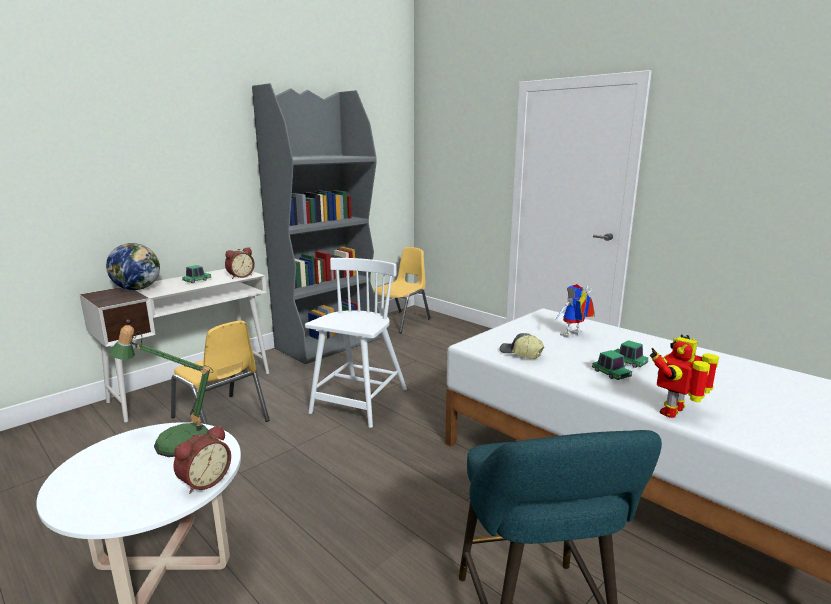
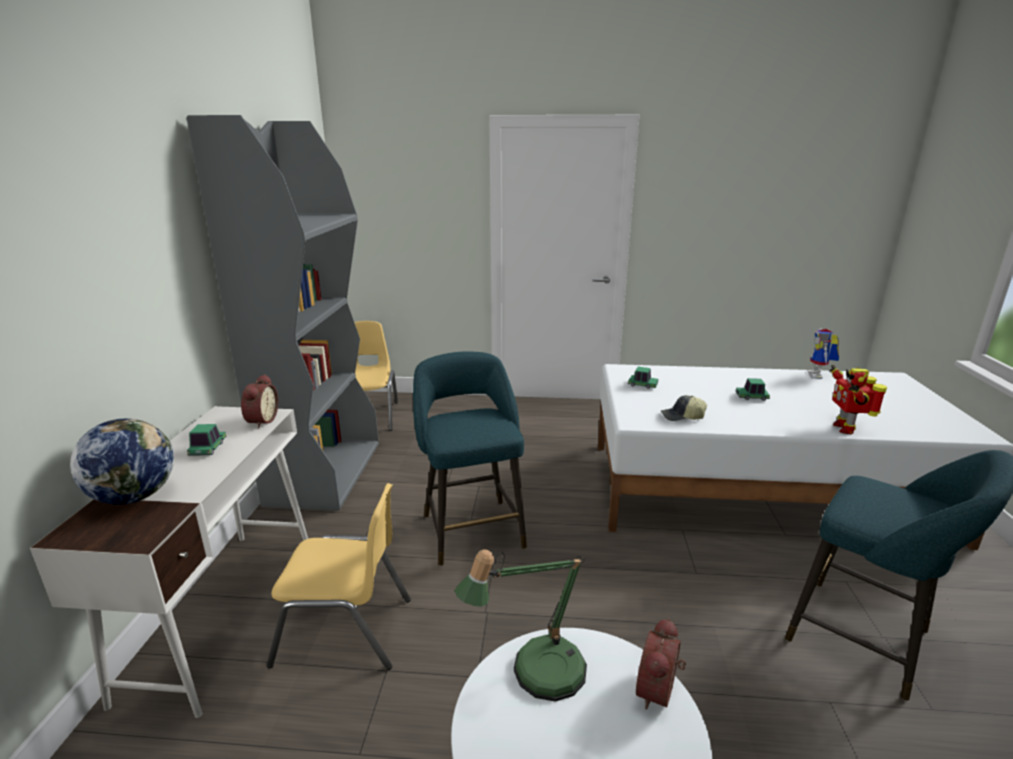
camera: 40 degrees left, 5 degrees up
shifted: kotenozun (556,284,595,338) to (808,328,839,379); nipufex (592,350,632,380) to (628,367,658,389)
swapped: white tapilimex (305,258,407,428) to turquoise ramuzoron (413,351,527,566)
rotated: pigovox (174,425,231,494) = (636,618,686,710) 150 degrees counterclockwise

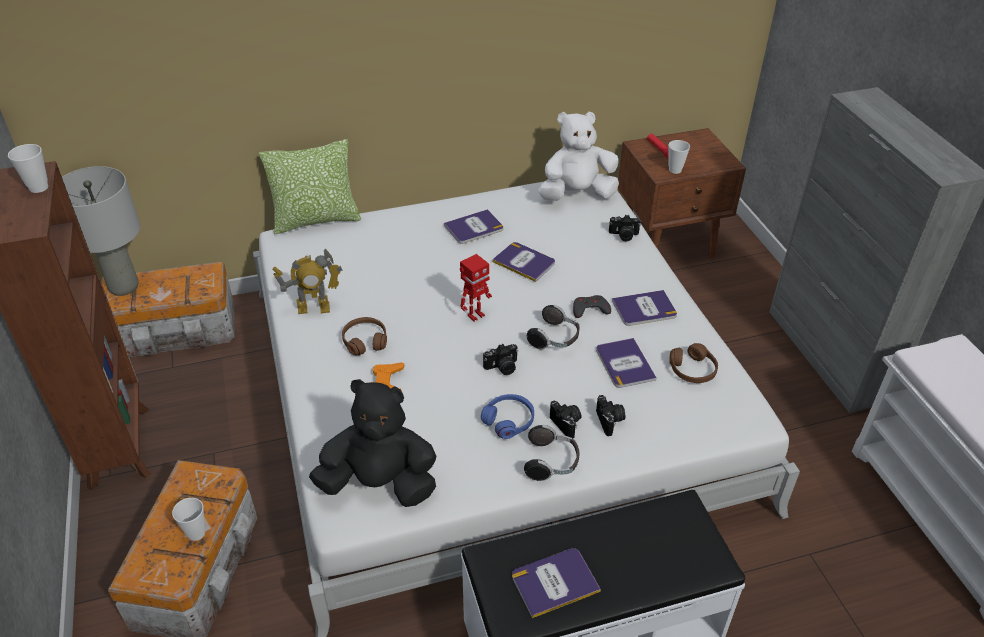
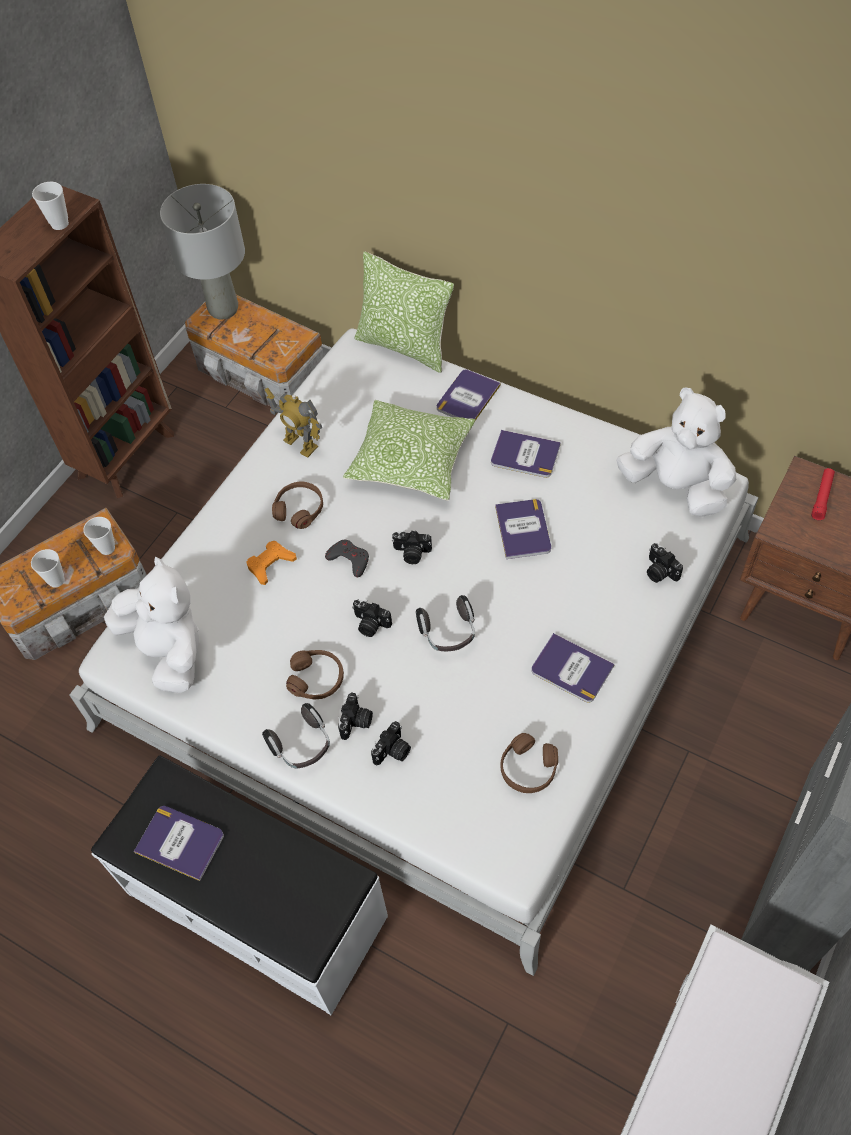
camera: 50 degrees right, 15 degrees up
new: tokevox (343,400,475,501)
shifted: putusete (668,140,690,174) to (83,517,115,555); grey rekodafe (573,295,611,318) to (325,540,369,577); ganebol (596,338,657,388) to (437,369,501,421)
swapped: kotenozun (460,254,492,322) to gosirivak (392,530,432,564)
repainted: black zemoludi (309,379,436,507) to white zemoludi (104,556,199,693); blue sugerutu (481,394,534,439) to brown sugerutu (286,650,344,700)

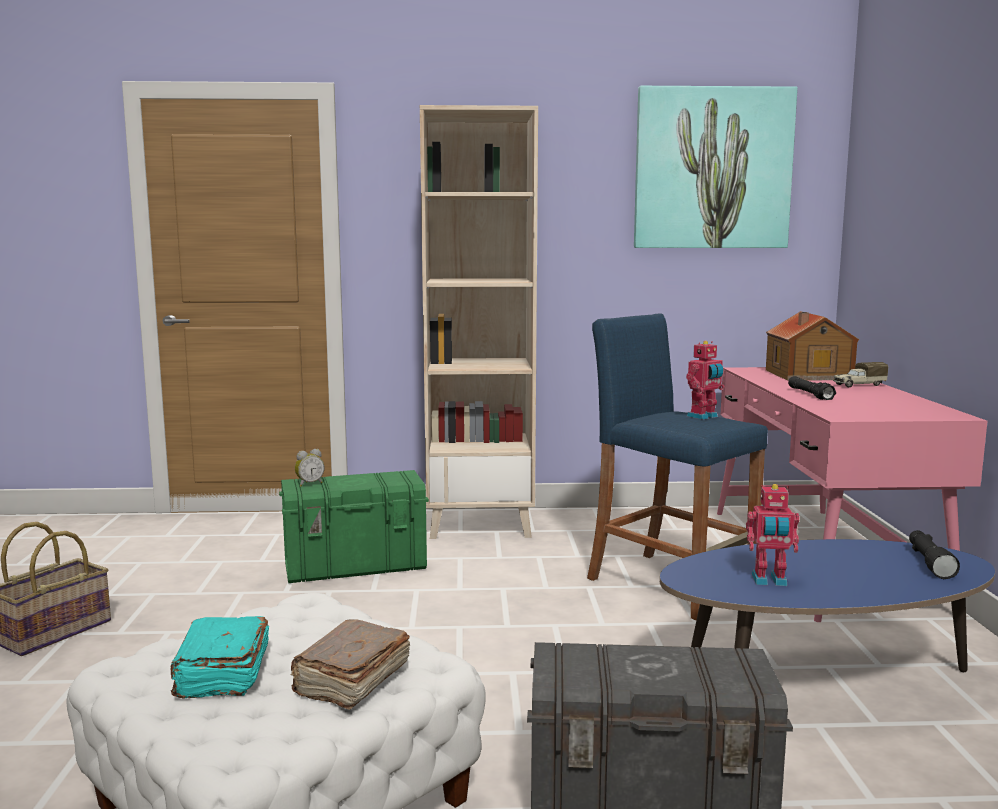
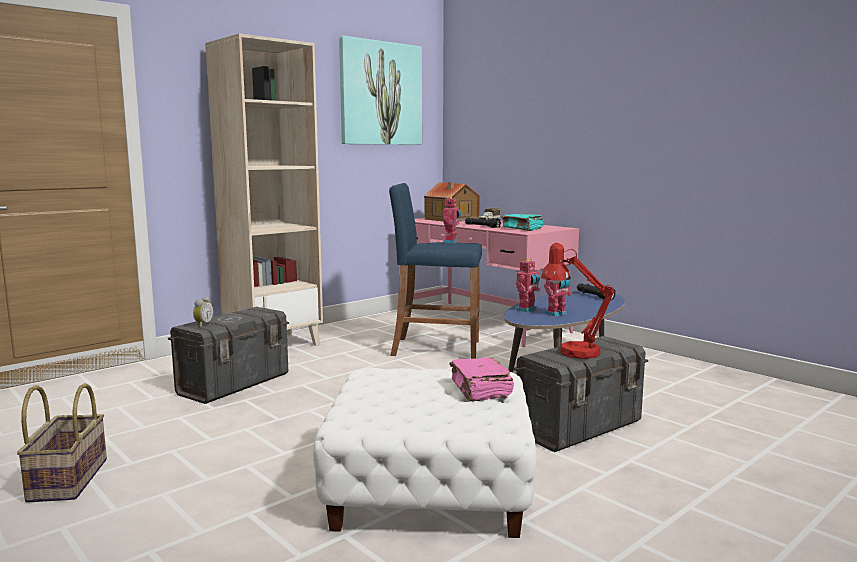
camera: 40 degrees left, 0 degrees up
new: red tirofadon (541,243,615,359); kotenozun (516,259,540,312)
shifted: turquoise ganebol (171,616,269,699) to (501,214,544,231)
repainted: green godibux (279,470,429,583) to grey godibux (168,307,289,404); brown ganebol (291,619,411,710) to pink ganebol (450,357,514,401)

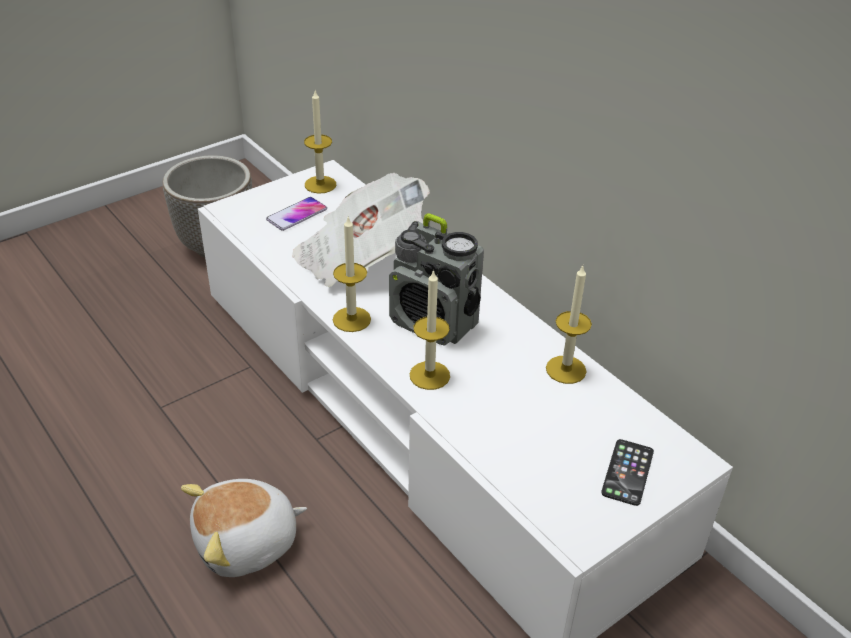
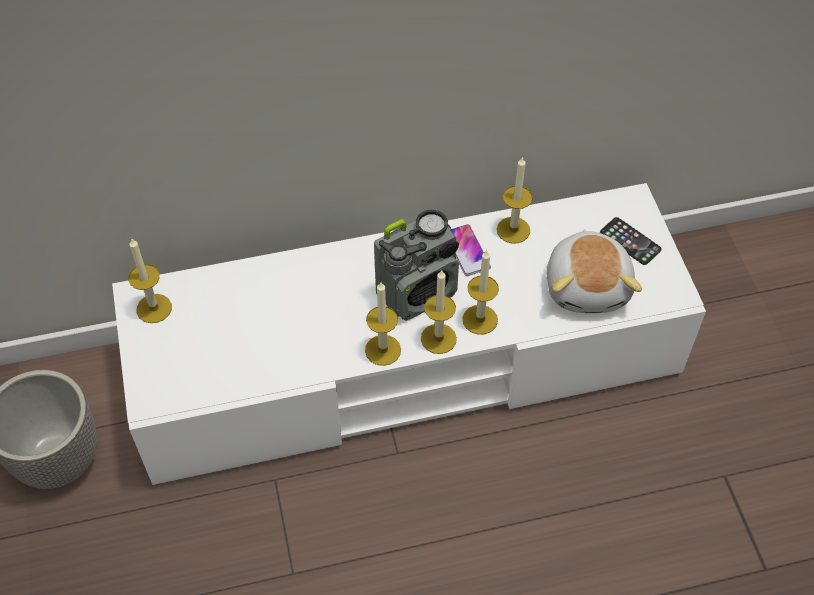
camera: 65 degrees left, 15 degrees up
gone: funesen (292,173,430,287)
new: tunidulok (421,269,457,354)
shifted: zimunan (266,197,327,231) to (451,224,491,276); zemoludi (181,479,307,577) to (547,230,642,313)

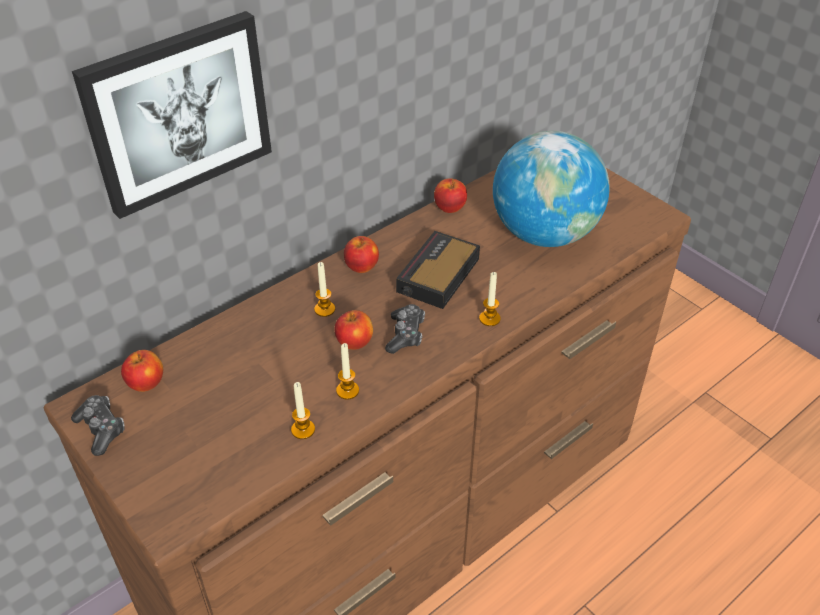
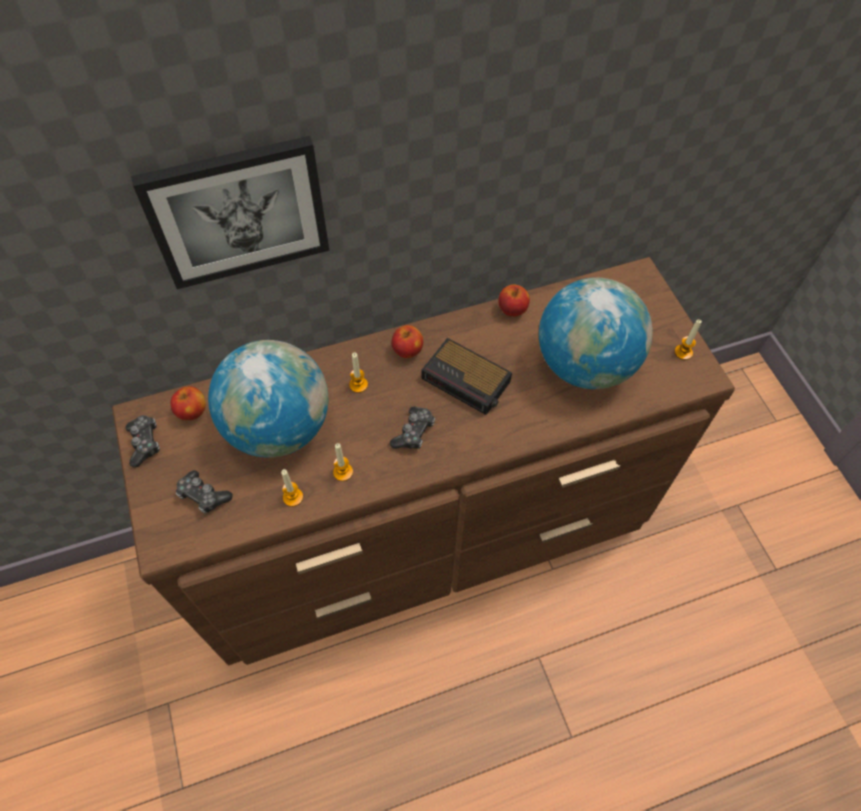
camera: 20 degrees right, 15 degrees up
gone: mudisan (335,310,373,350)
new: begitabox (208,340,328,458); rekodafe (175,470,233,513)
shifted: tunidulok (479,272,501,326) to (674,320,702,360)
rotated: pigovox (396,231,480,309) = (422,338,512,415) 105 degrees counterclockwise

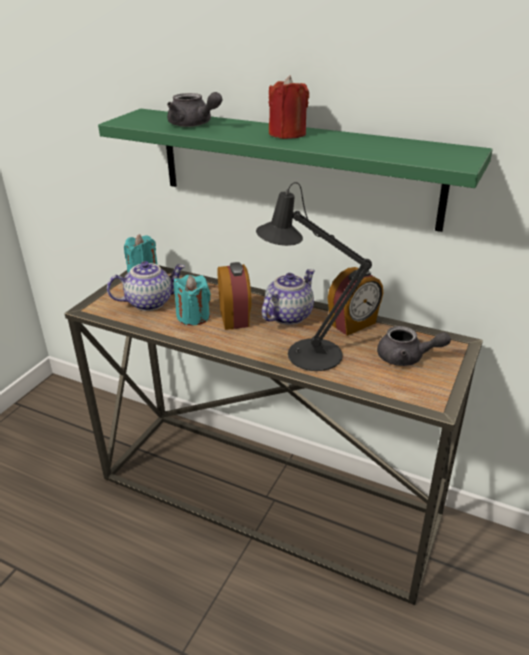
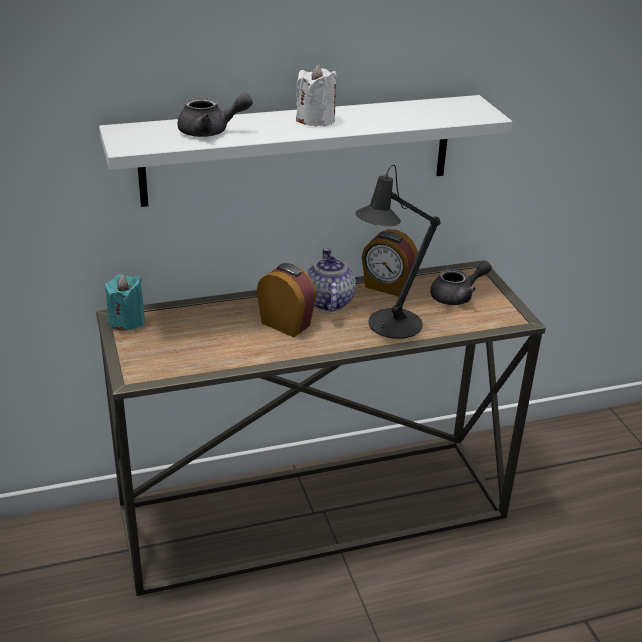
camera: 45 degrees left, 0 degrees up
gone: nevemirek (107,261,185,311); turquoise tunidulok (174,275,211,325)
repainted: red tunidulok (268,75,309,139) to white tunidulok (296,64,337,127); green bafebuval (98,109,493,232) to white bafebuval (99,95,512,207)
rotated: pigovox (328,267,383,336) = (362,229,418,297) 105 degrees clockwise

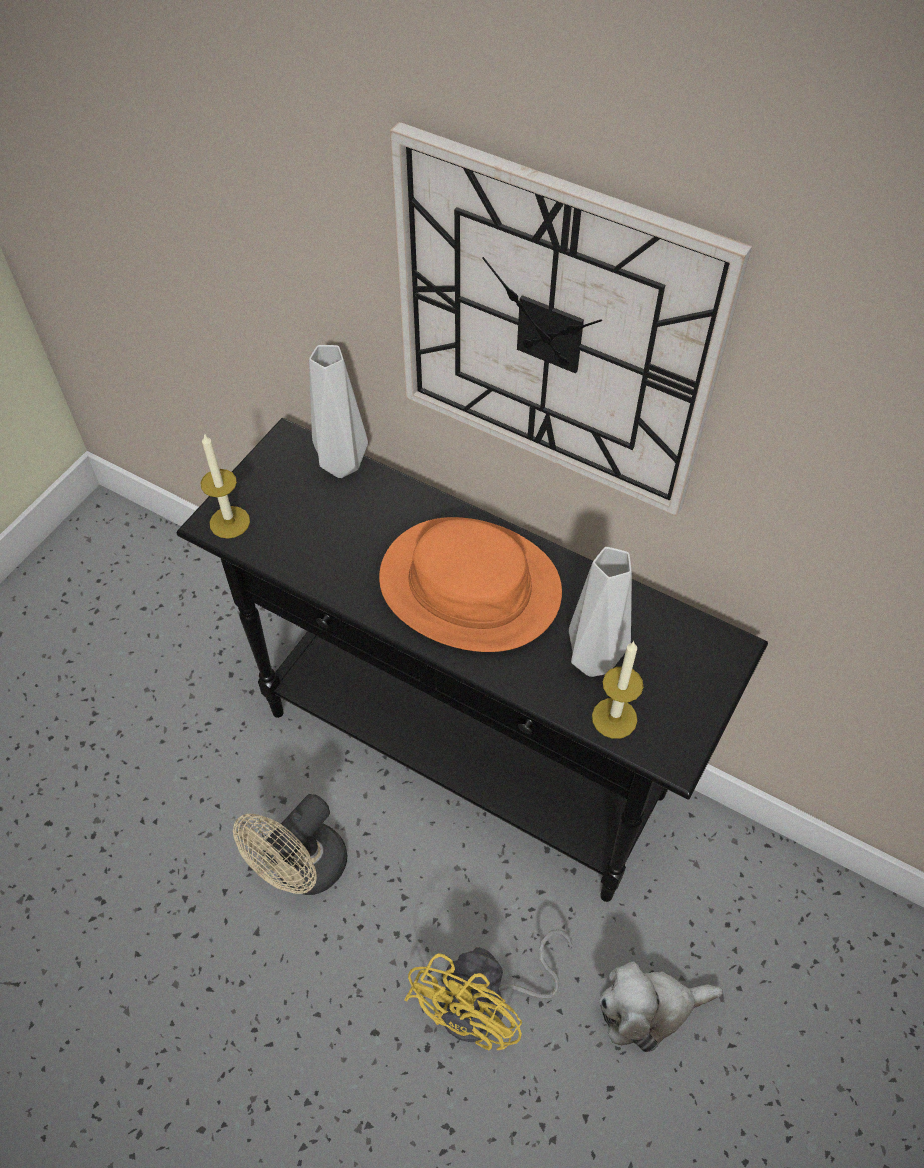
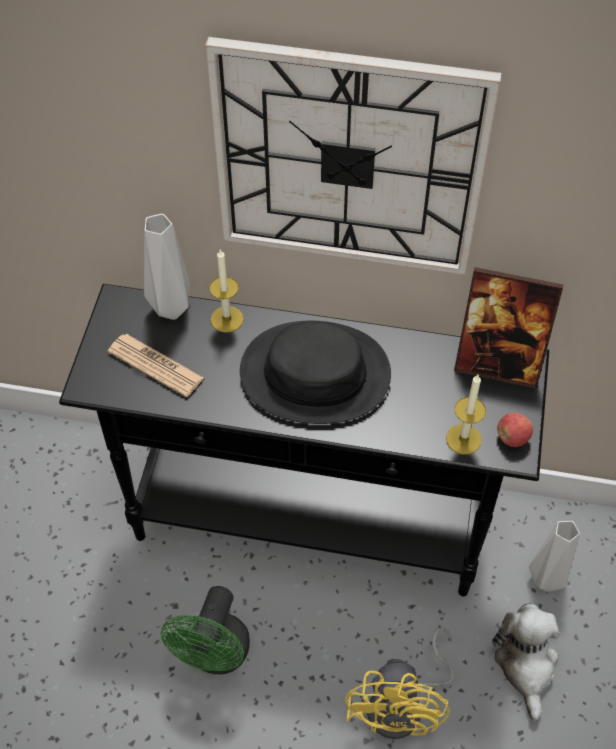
camera: 20 degrees left, 0 degrees up
new: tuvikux (454,267,563,389); funesen (108,334,204,397); mudisan (497,413,533,447)
shifted: tunidulok (201,433,250,539) to (209,249,244,333); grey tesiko (569,547,632,677) to (529,521,580,592)
repainted: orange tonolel (379,517,562,652) to black tonolel (240,321,391,424); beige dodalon (233,794,347,895) to green dodalon (161,586,250,674)
rotated: zemoludi (599,962,723,1052) = (492,603,560,721) 120 degrees clockwise

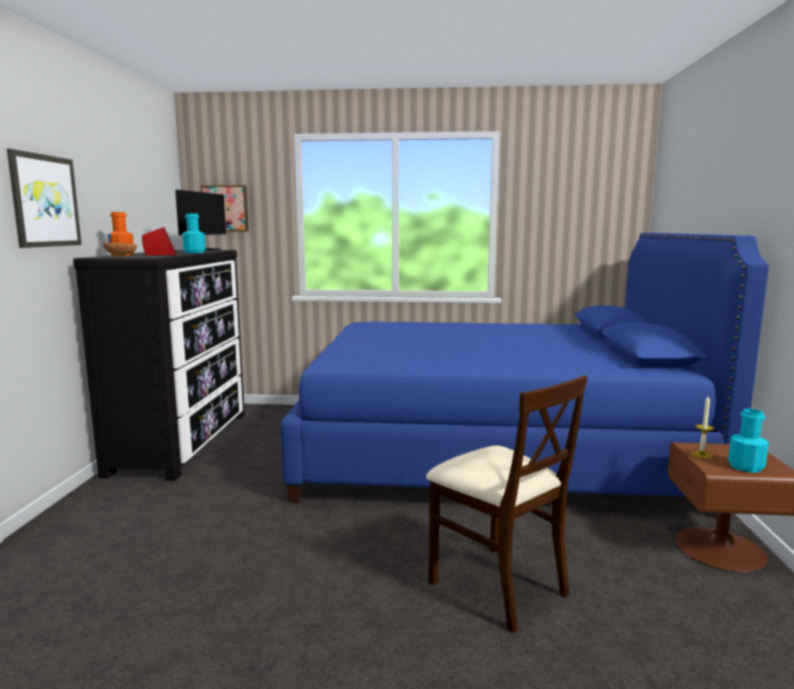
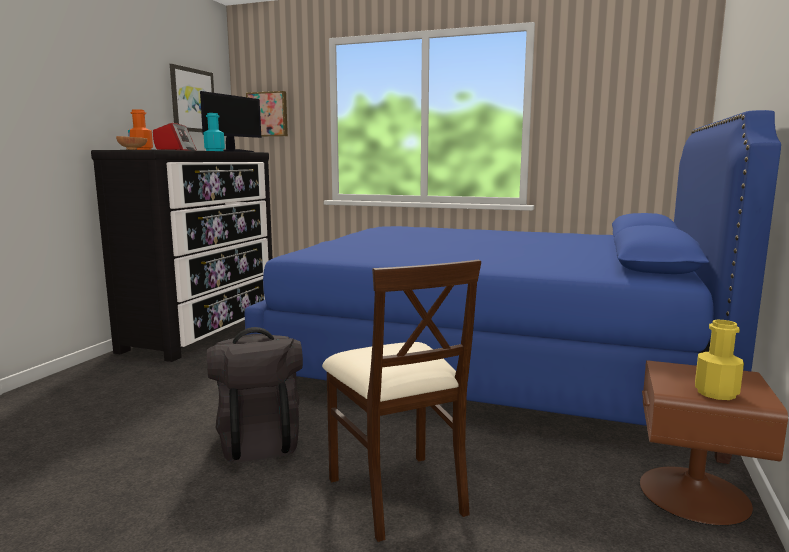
camera: 15 degrees right, 0 degrees up
gone: tunidulok (691,395,714,459)
new: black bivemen (207,327,303,463)
shifted: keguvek (7,149,82,248) to (170,64,214,132)
repainted: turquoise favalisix (728,409,769,473) to yellow favalisix (695,320,744,400)

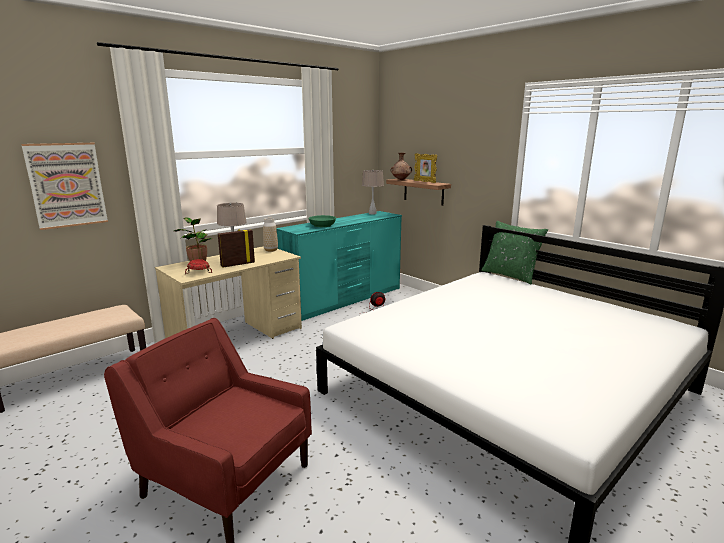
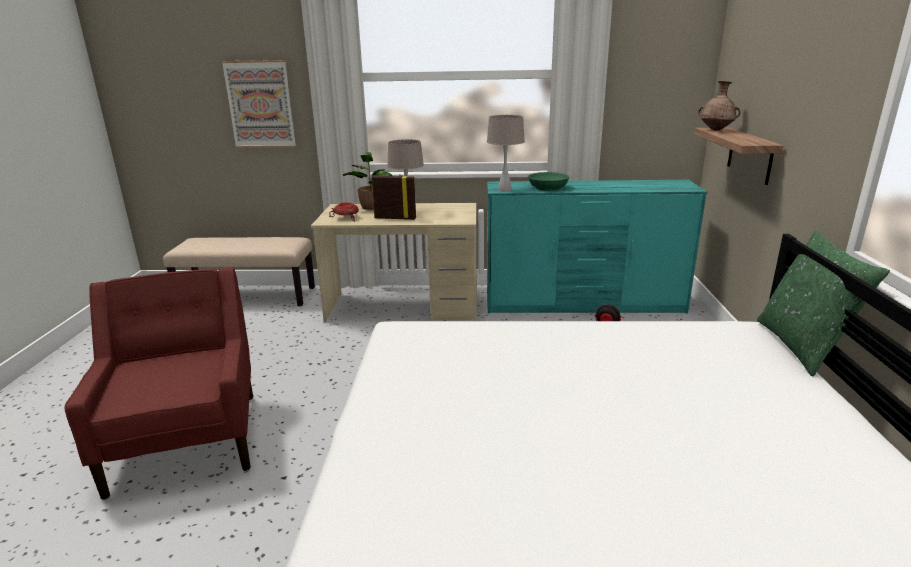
camera: 45 degrees right, 5 degrees up
gone: tuvikux (414,153,437,183); tesiko (263,218,278,252)
shifted: beige tirofadon (362,170,384,214) to (487,114,525,192)

